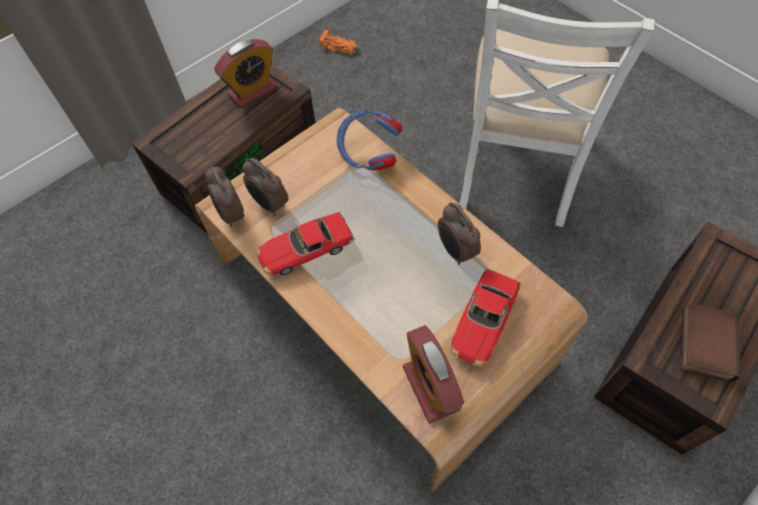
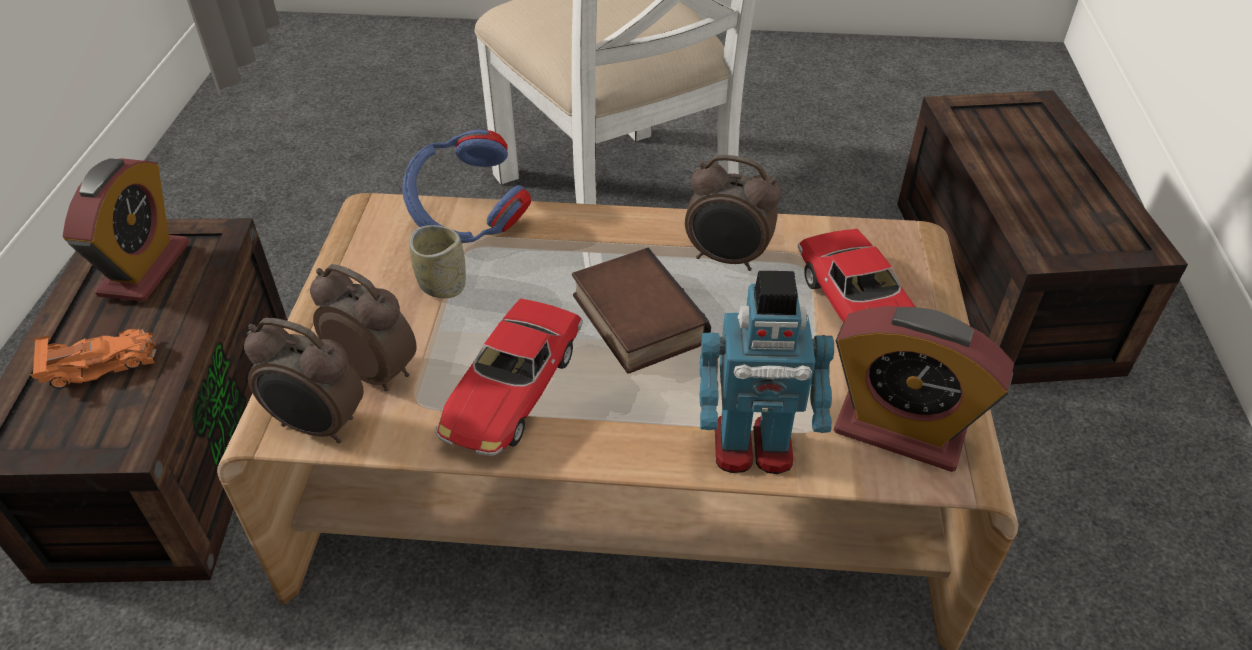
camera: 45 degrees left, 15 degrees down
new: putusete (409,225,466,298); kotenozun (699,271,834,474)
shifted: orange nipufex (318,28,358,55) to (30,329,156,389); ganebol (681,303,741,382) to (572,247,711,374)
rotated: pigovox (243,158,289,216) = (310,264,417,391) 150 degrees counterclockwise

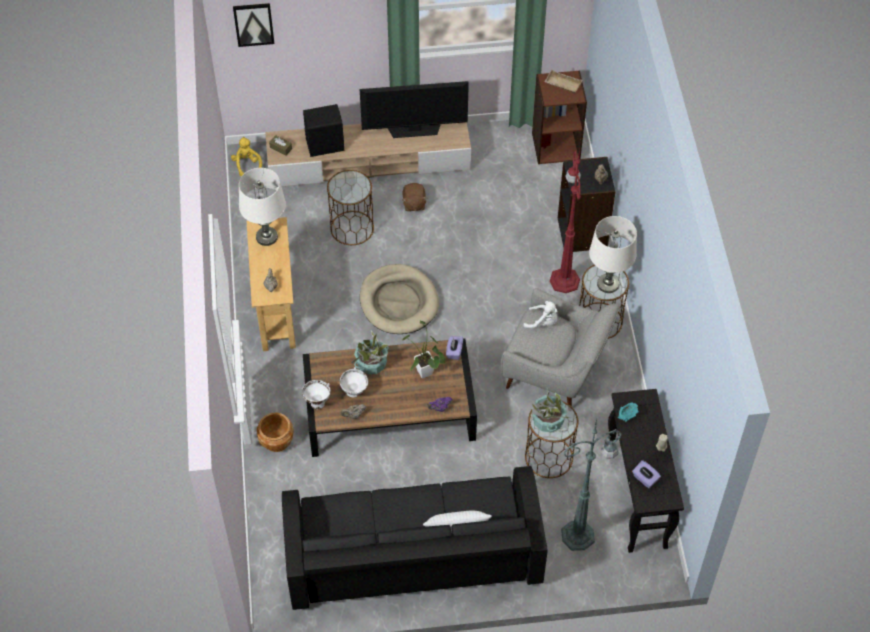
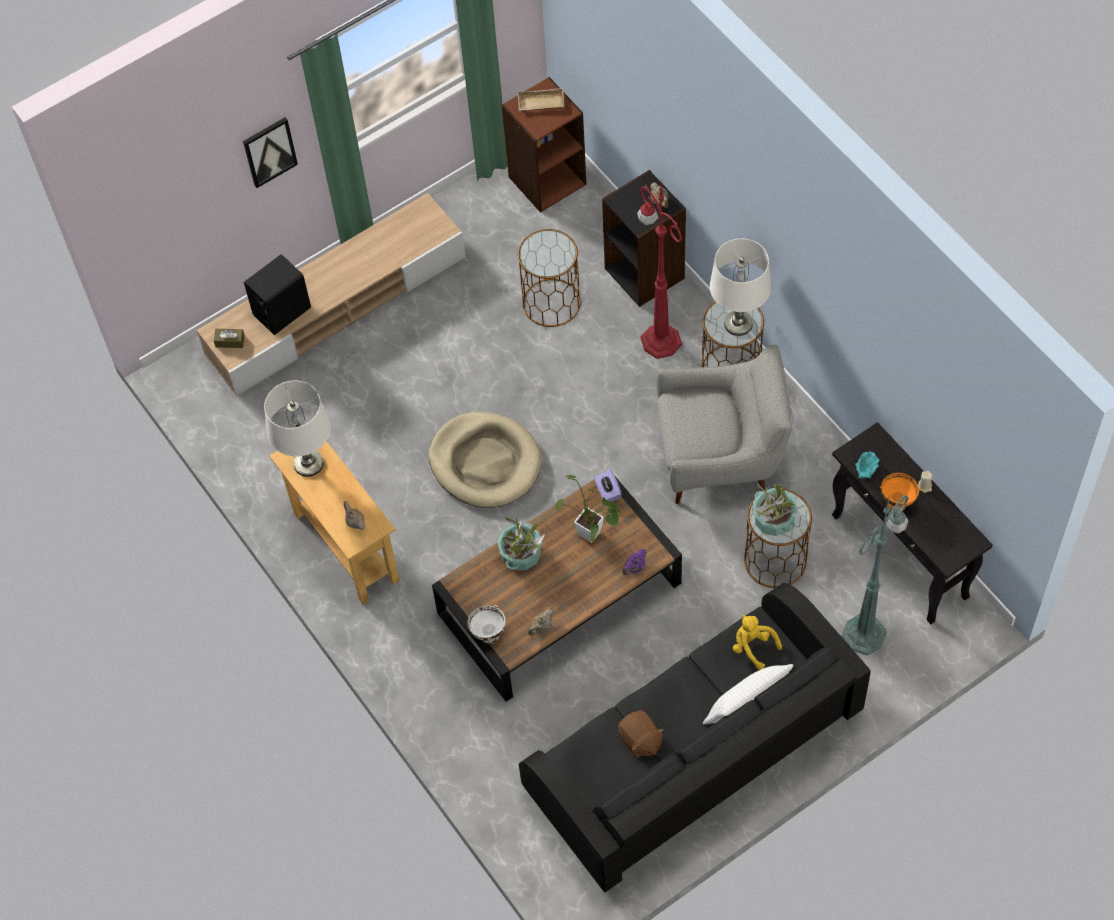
camera: 25 degrees left, 5 degrees up
gone: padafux (360,81,469,138); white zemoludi (523,301,557,328); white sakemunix (340,367,368,397); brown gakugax (257,412,294,452); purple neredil (632,460,661,488)
new: orange sakemunix (880,473,921,511)
shifted: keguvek (233,3,274,47) to (243,117,298,188); yellow zemoludi (231,137,262,176) to (733,614,782,670); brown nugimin (327,170,374,245) to (518,229,581,327); brown zemoludi (402,183,427,212) to (618,710,664,758)

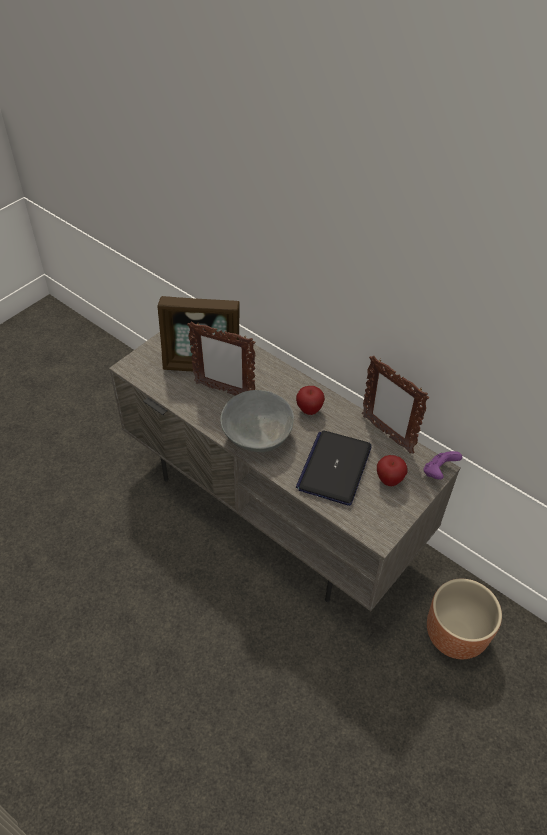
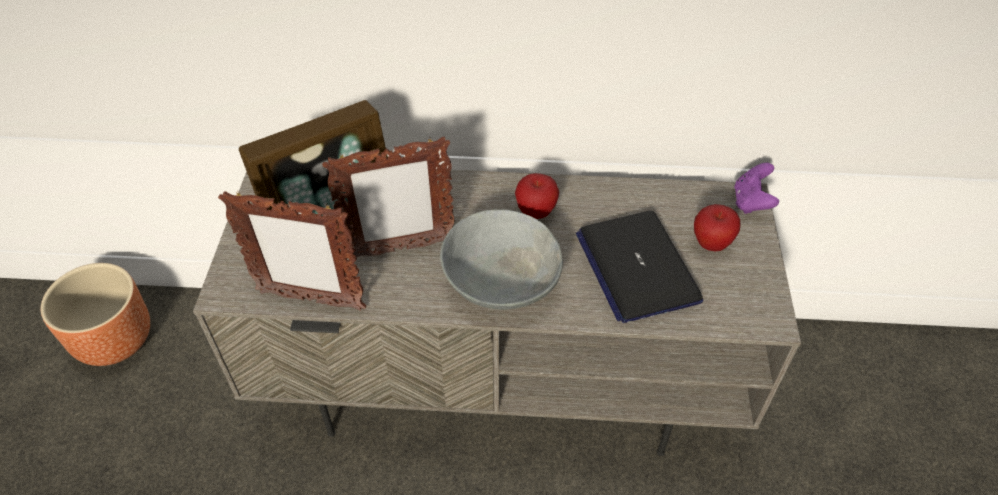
camera: 35 degrees left, 0 degrees up
shifted: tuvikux (362,356,429,454) to (218,191,366,311); brown gakugax (427,579,502,659) to (41,263,150,366)

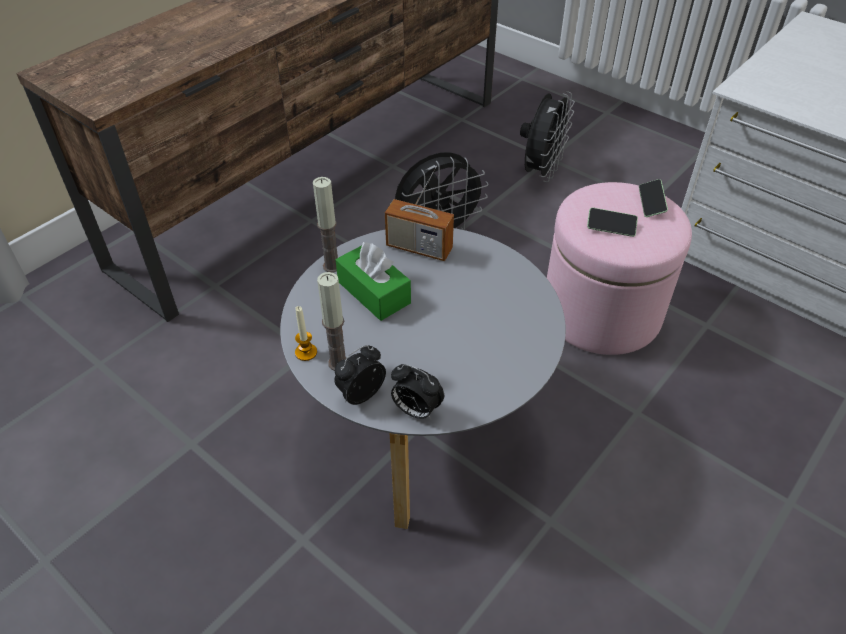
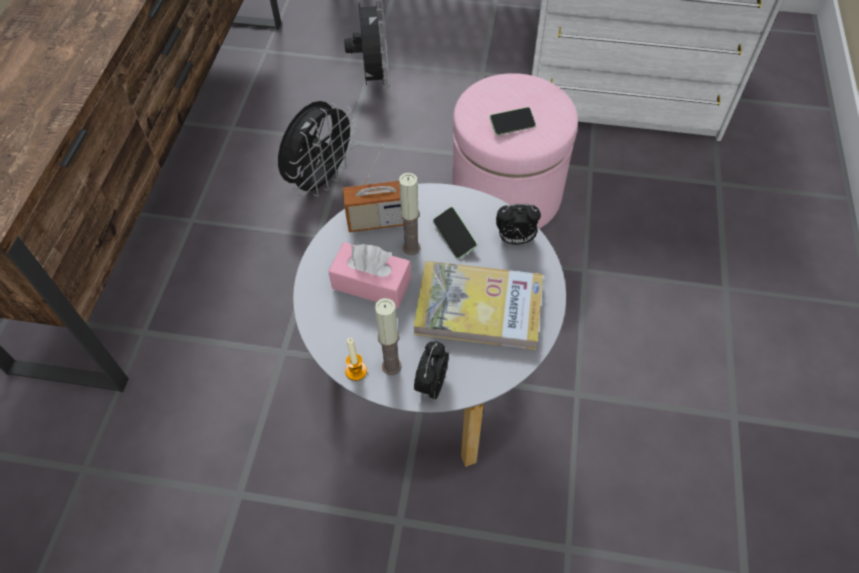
camera: 30 degrees left, 10 degrees up
new: ganebol (413,261,543,350)
shifted: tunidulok (313,177,338,272) to (399,173,420,255); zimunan (639,179,668,217) to (433,207,478,259); pigovox (391,364,444,420) to (496,204,541,245)
repainted: green neredil (336,242,411,321) to pink neredil (328,242,411,308)

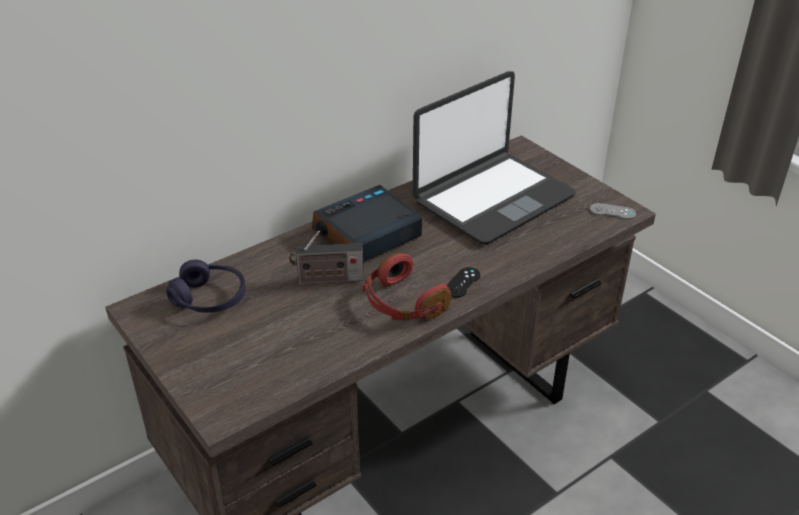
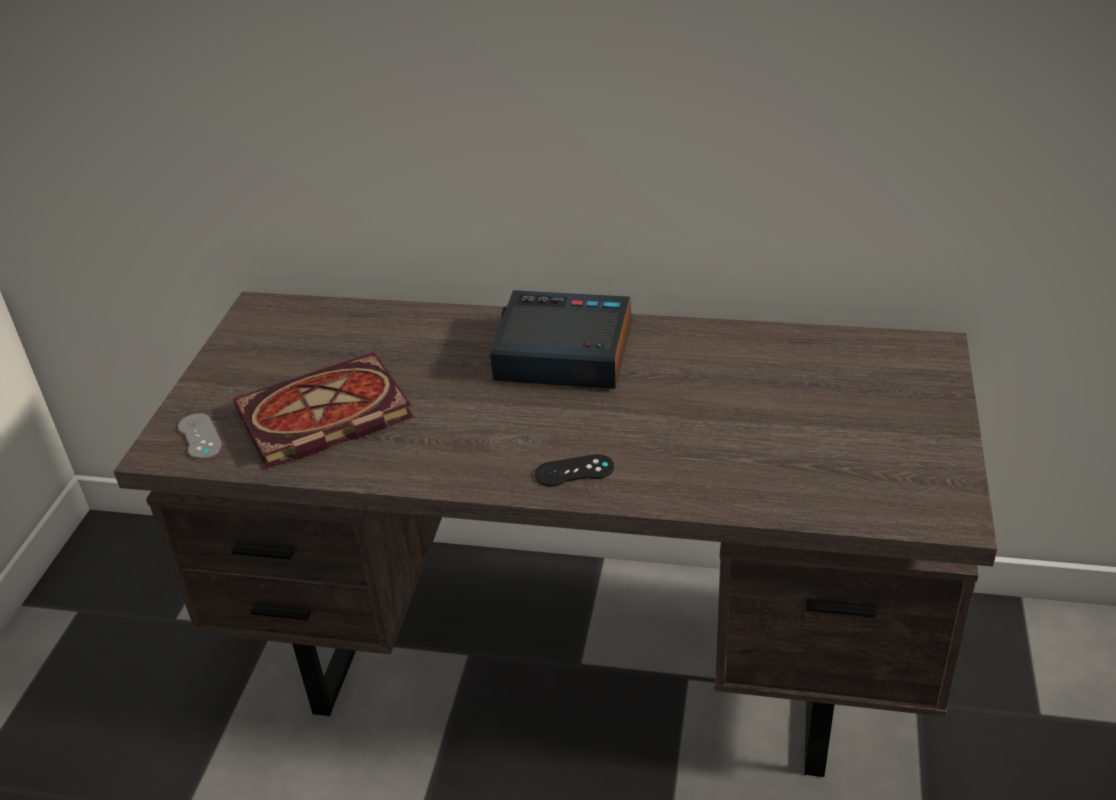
camera: 50 degrees right, 0 degrees up
gone: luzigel (413,71,576,245); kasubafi (289,231,364,284); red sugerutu (362,253,451,320); purple sugerutu (166,259,246,313)
new: ganebol (233,352,413,469)
shifted: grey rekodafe (590,203,636,219) to (178,413,222,459)

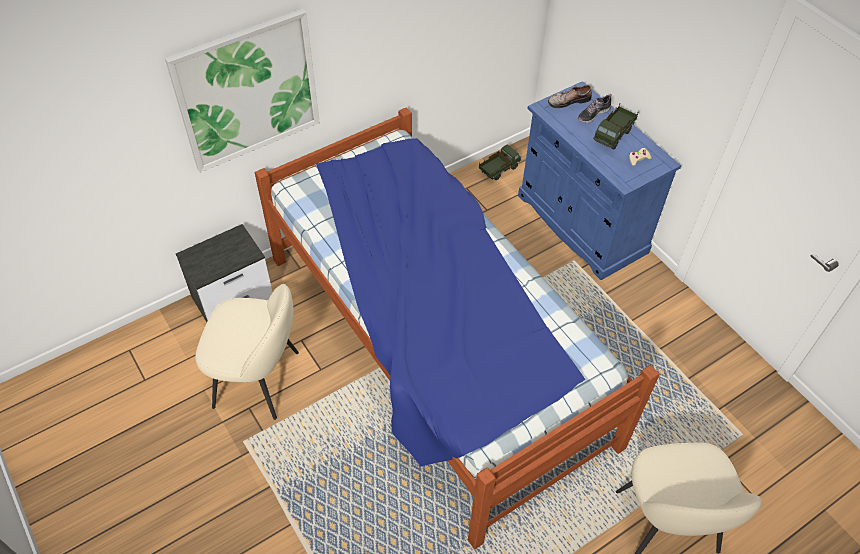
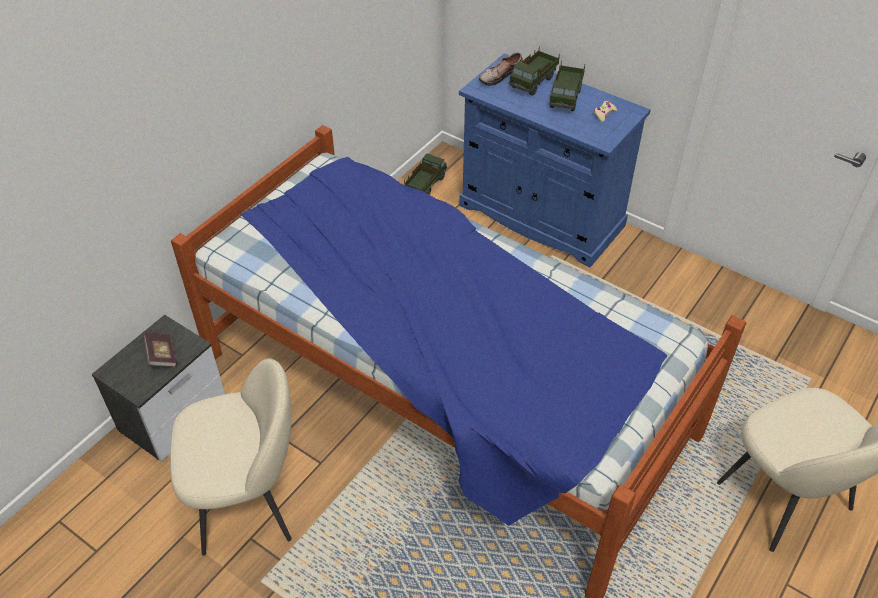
camera: 20 degrees left, 5 degrees down
gone: keguvek (165,8,320,173)
new: ganebol (144,332,177,367)
swapped: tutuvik (578,94,612,123) to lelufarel (509,46,560,96)

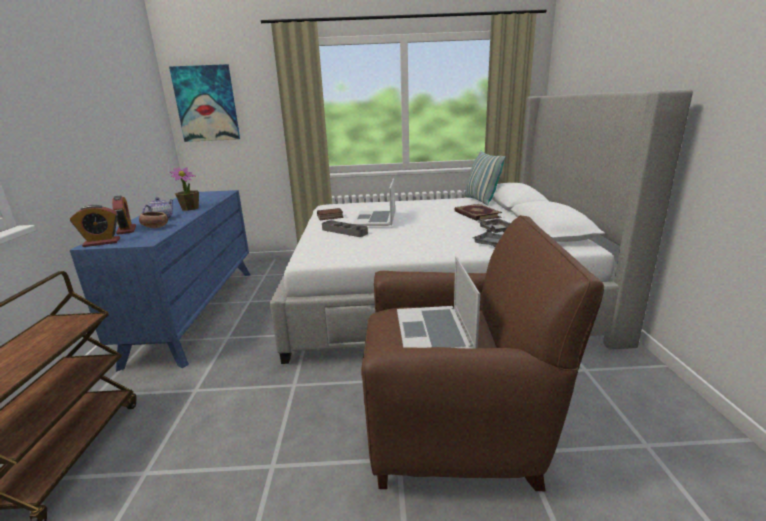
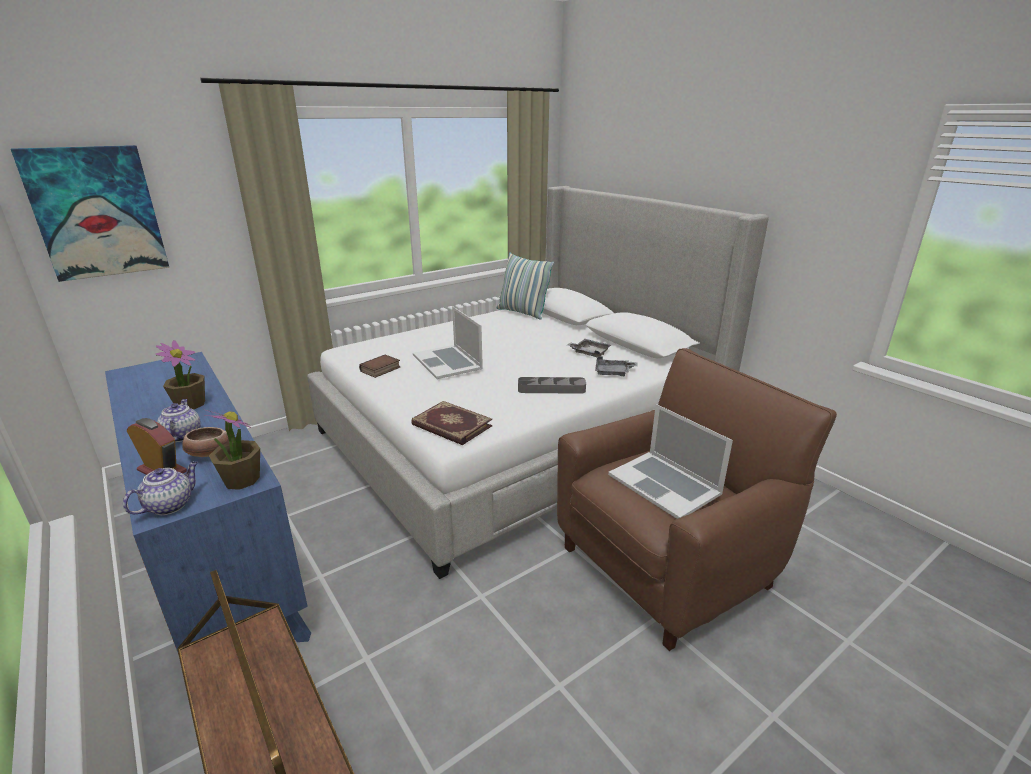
camera: 35 degrees left, 5 degrees up
new: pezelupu (205,410,260,490)
shifted: ganebol (454,204,502,221) to (411,401,492,445); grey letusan (322,220,368,237) to (518,377,586,394)
swapped: pigovox (70,205,120,247) to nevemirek (123,461,198,515)

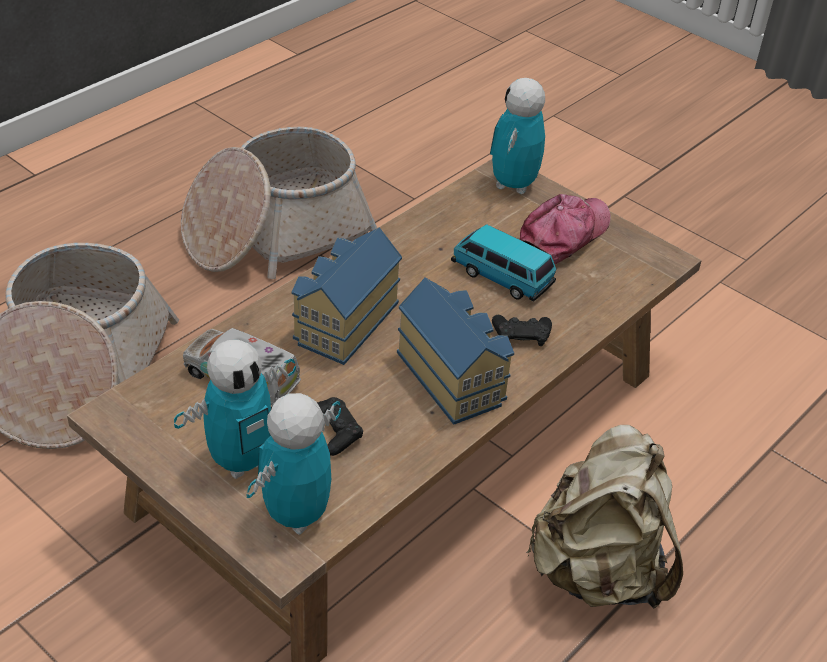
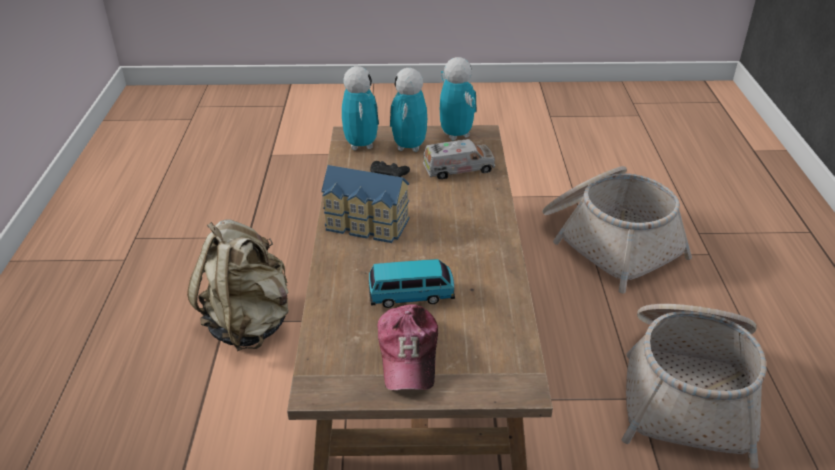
camera: 140 degrees right, 5 degrees down
gone: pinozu (291,227,402,365); black rekodafe (492,315,552,346)
shifted: kotenozun (490,78,545,194) to (440,57,477,141)

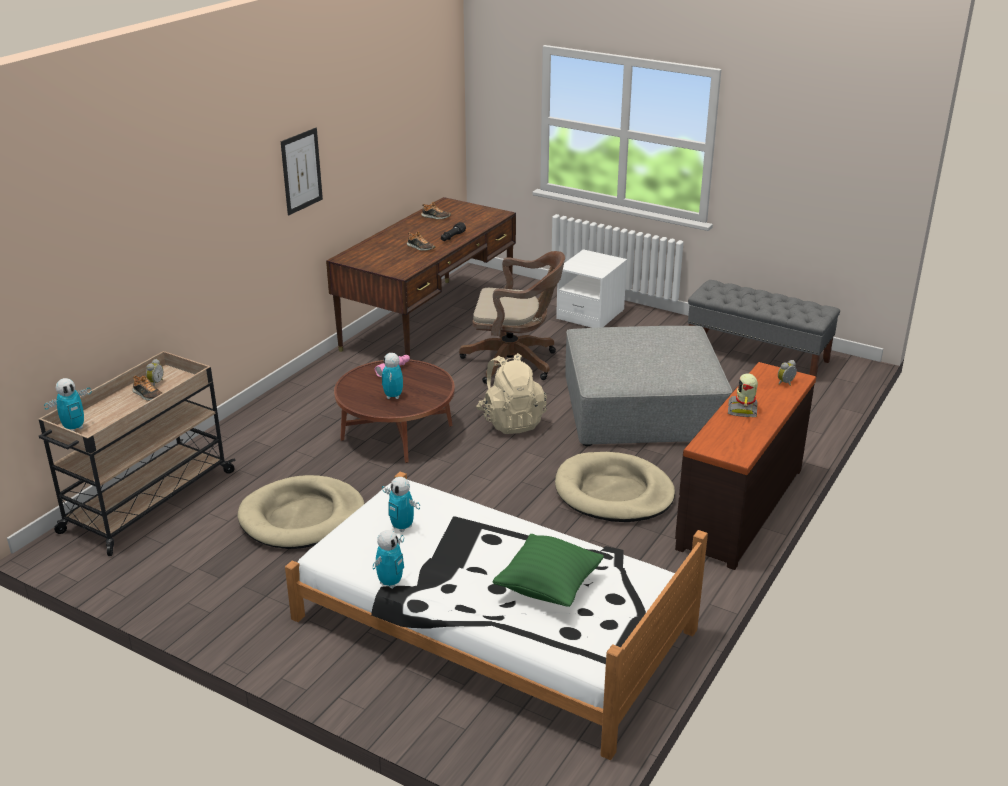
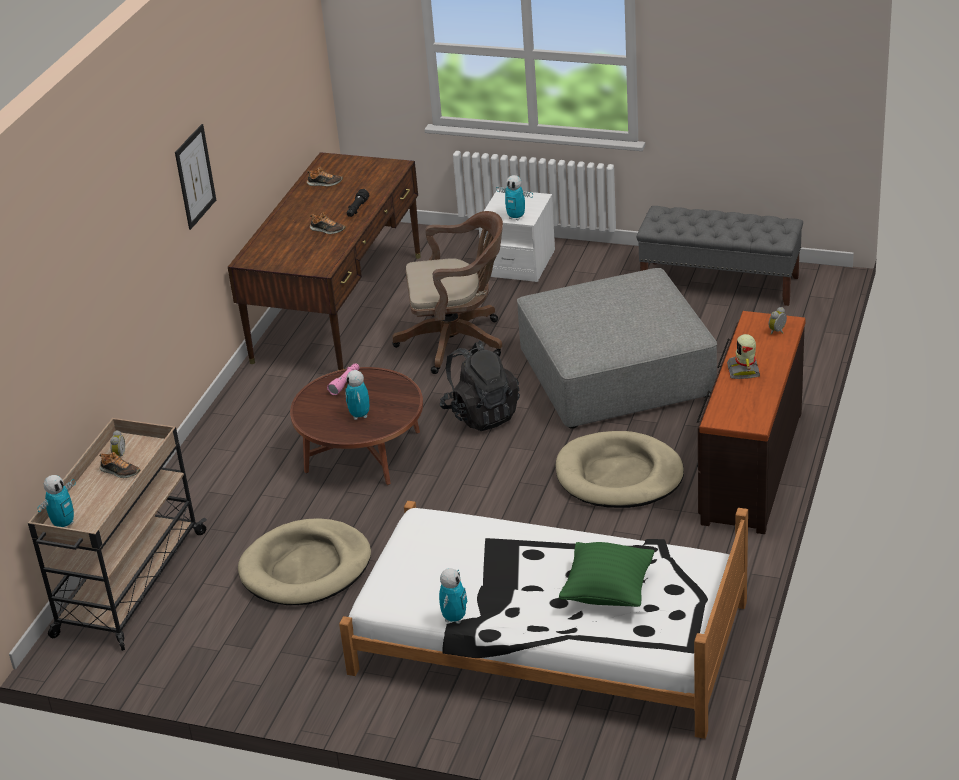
camera: 10 degrees left, 5 degrees up
shifted: kotenozun (382,477,420,532) to (496,175,533,220)
repainted: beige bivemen (476,353,547,434) to black bivemen (440,341,520,431)

